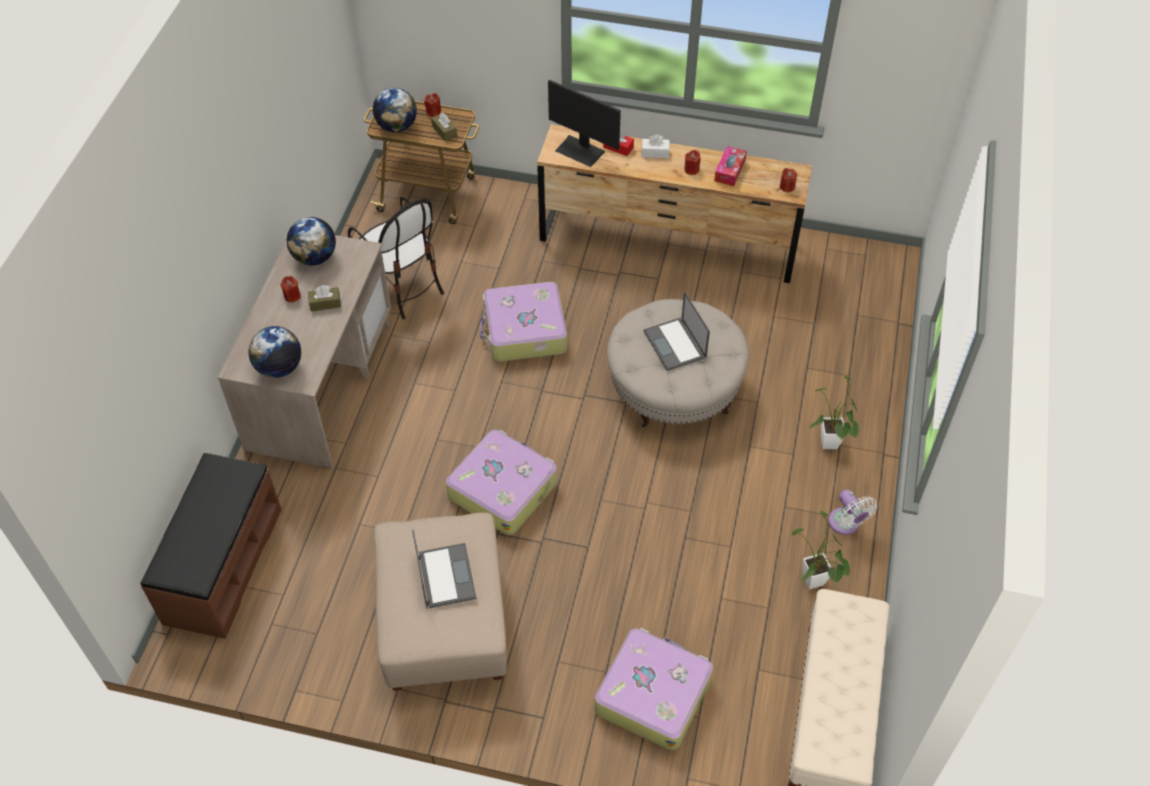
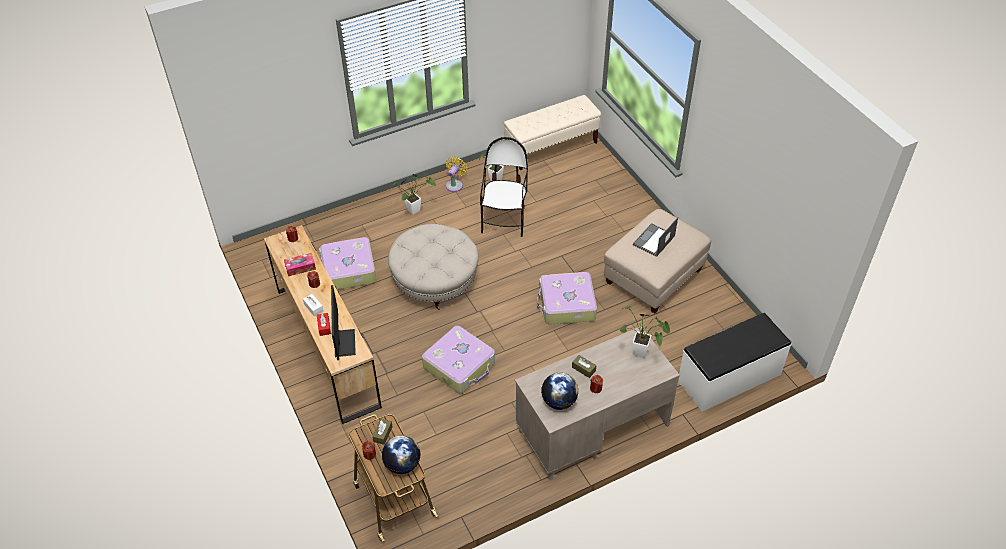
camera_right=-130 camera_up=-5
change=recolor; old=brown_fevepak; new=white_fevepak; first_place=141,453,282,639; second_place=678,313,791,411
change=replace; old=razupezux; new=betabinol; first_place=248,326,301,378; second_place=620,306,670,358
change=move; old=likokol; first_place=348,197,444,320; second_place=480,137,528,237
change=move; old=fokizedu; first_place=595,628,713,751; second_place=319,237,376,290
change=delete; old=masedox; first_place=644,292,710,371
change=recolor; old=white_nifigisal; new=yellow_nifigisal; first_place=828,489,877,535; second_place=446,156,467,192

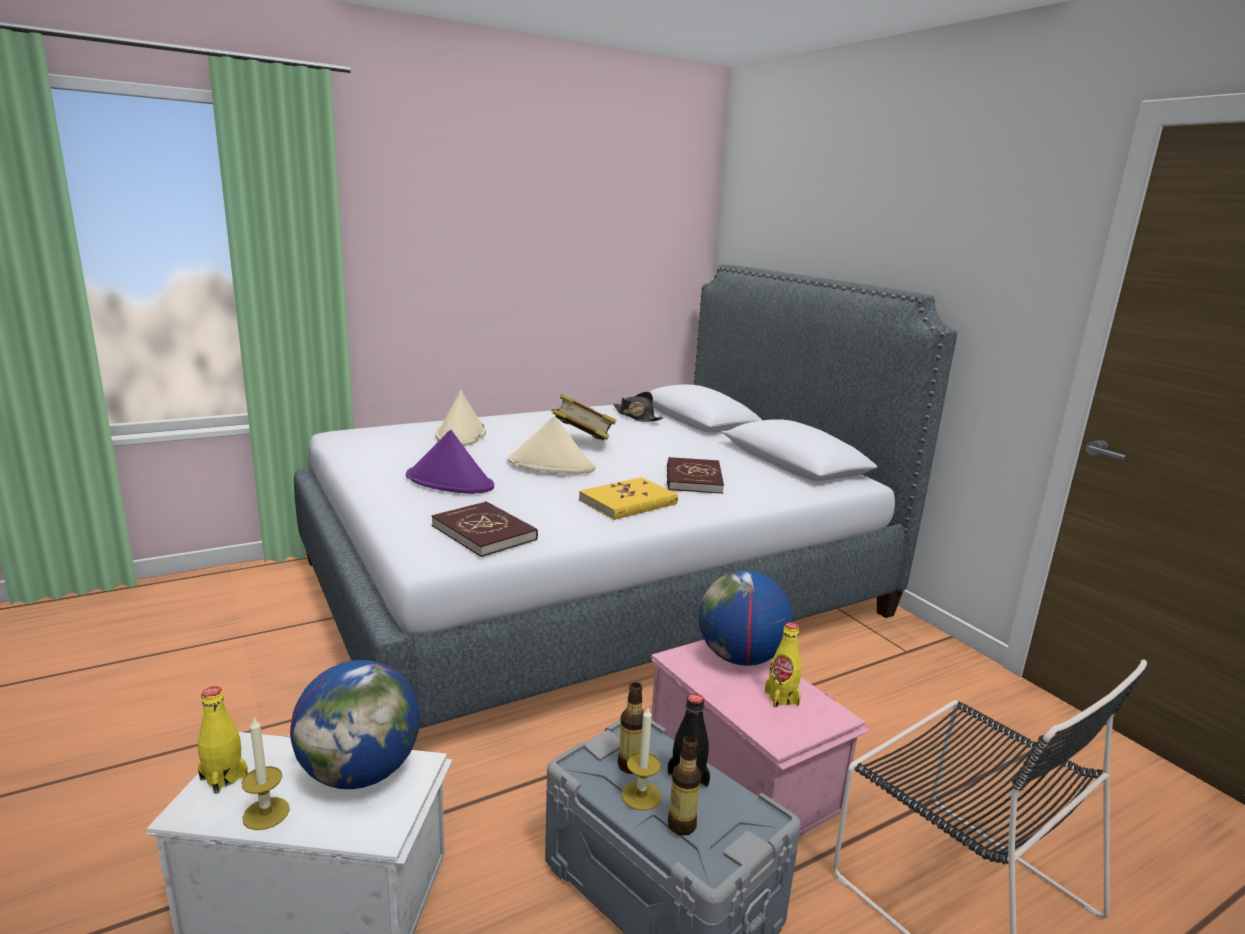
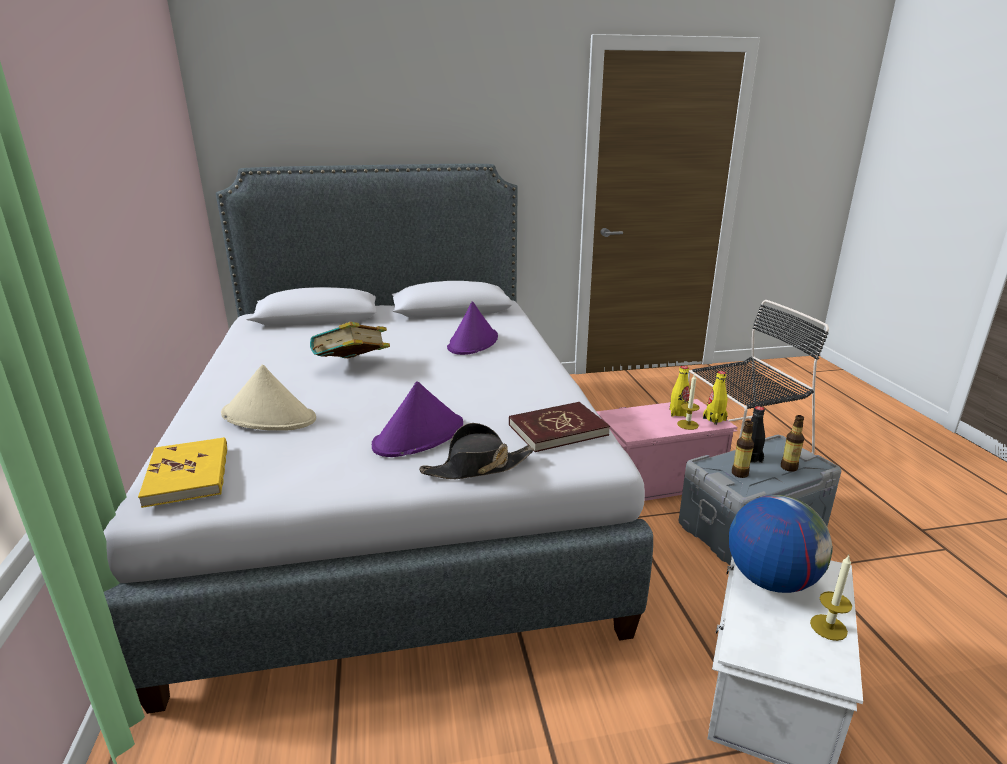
camera_right=-70 camera_up=5
change=move; old=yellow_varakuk; first_place=198,686,248,794; second_place=703,371,728,425
change=delete; old=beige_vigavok; first_place=508,416,595,474
change=move; old=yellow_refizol; first_place=579,477,678,520; second_place=138,437,227,508
change=move; old=black_vigavok; first_place=613,392,663,422; second_place=419,423,534,479
change=move; old=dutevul; first_place=622,705,661,811; second_place=677,374,700,430
change=replace; old=red_refizol; new=purple_vigavok; first_place=667,457,724,494; second_place=447,301,498,355
change=delete; old=razupezux; first_place=699,570,793,666

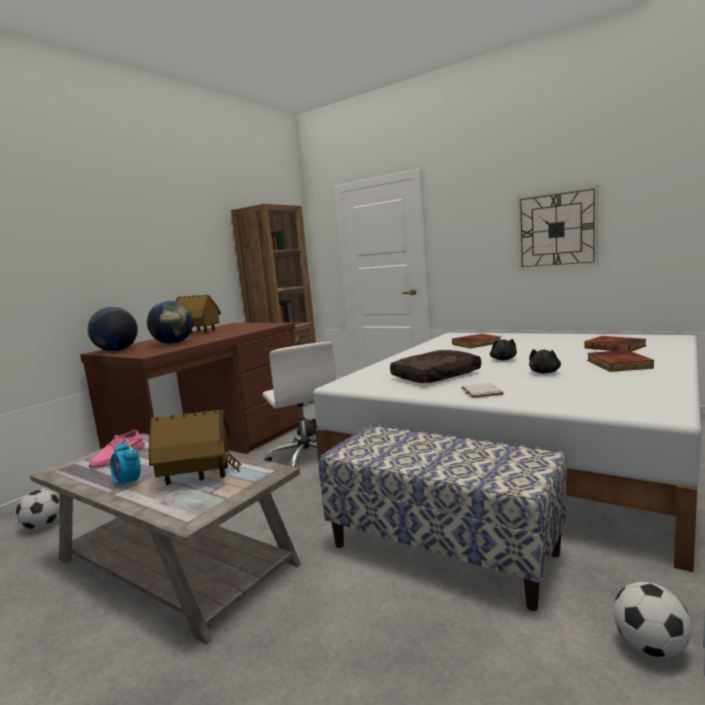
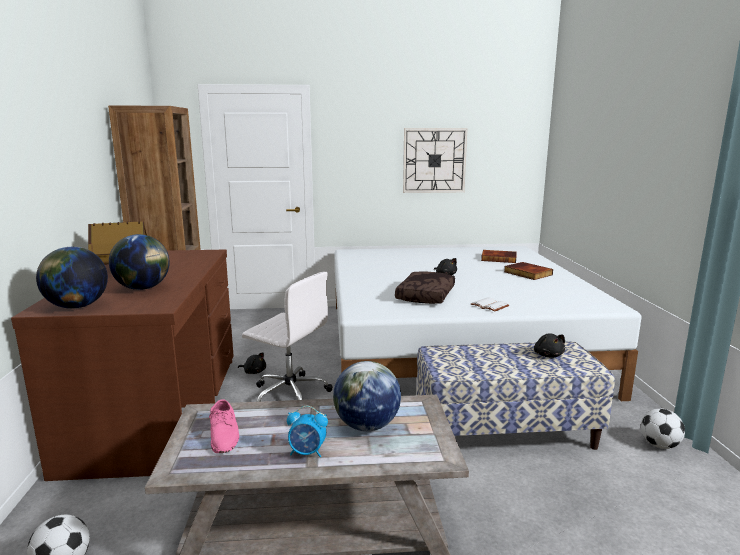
camera_right=-40 camera_up=5
change=replace; old=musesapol; new=razupezux; first_place=149,409,242,485; second_place=333,361,401,431
change=delete; old=refizol; first_place=452,334,500,349
change=move; old=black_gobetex; first_place=529,349,561,374; second_place=534,333,565,358

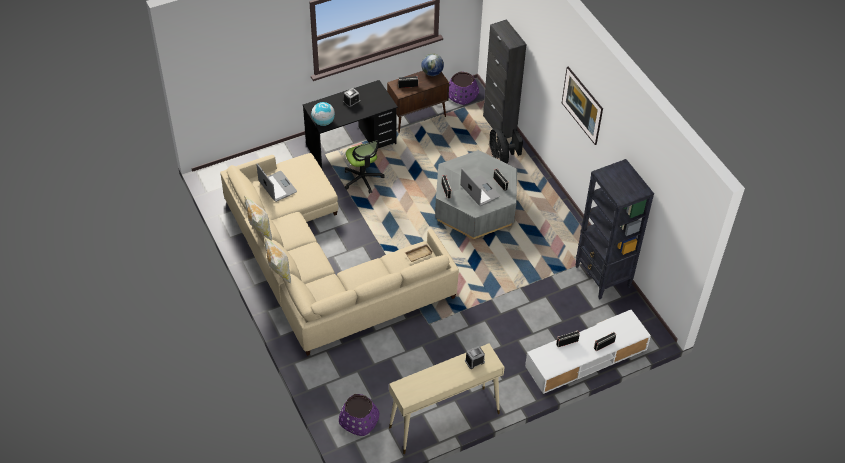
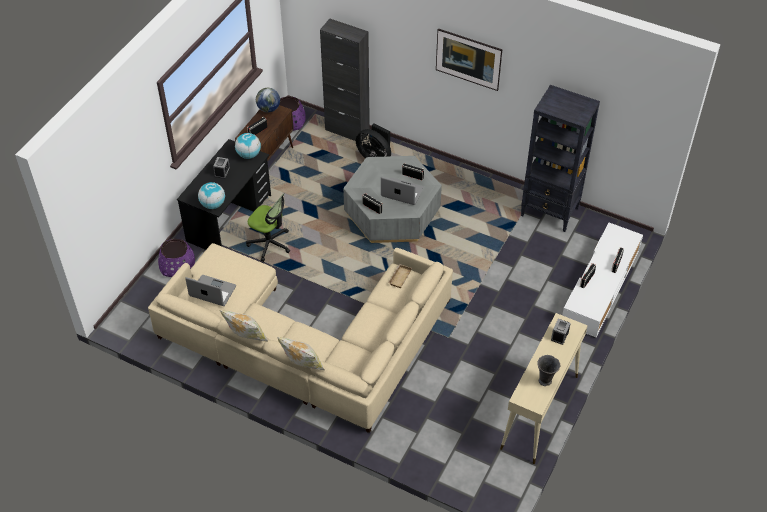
camera_right=-35 camera_up=0
change=move; old=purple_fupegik; first_place=339,394,379,436; second_place=158,238,195,277
change=insert; new=razupezux; second_place=235,133,261,159
change=insert; new=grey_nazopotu; second_place=537,355,560,386

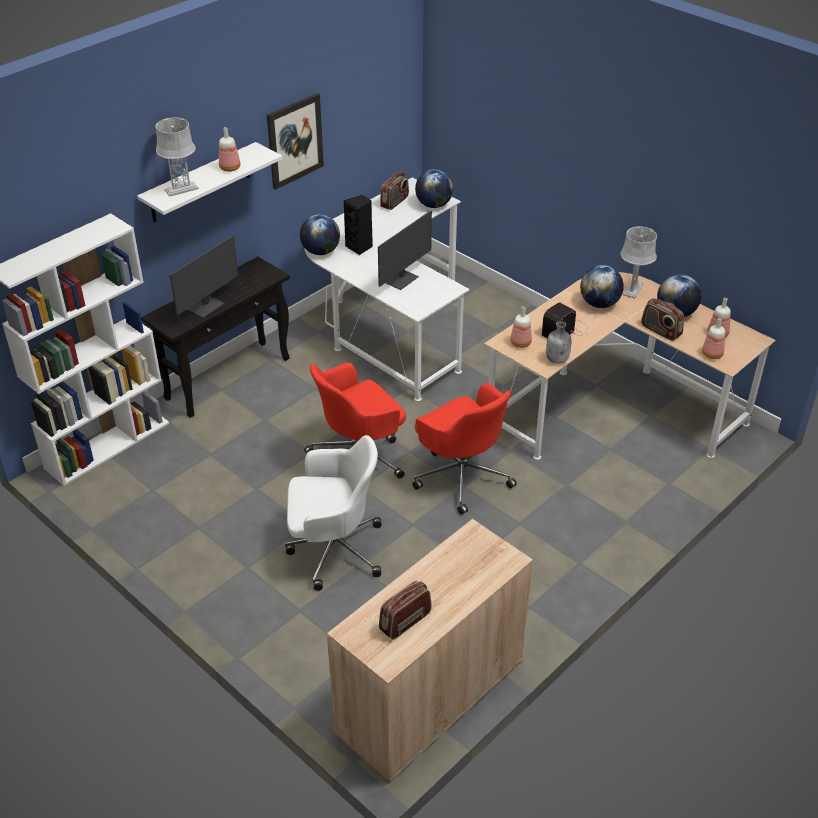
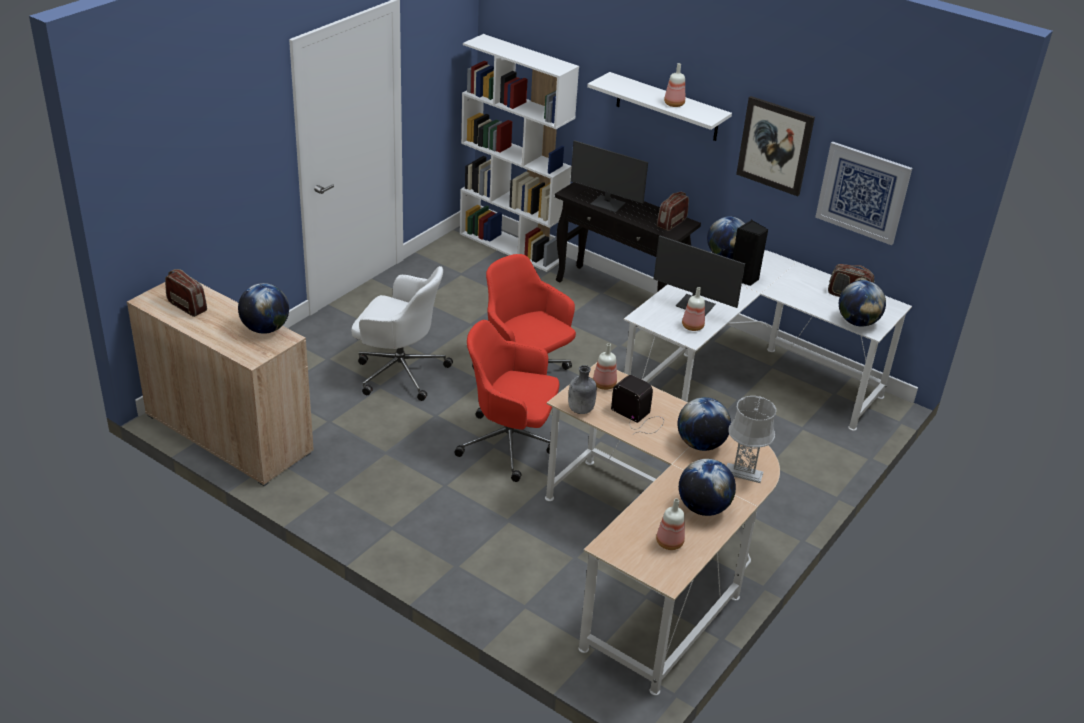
camera_right=80 camera_up=-5
change=delete; old=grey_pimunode; first_place=155,117,199,197
change=rotate; old=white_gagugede; first_place=285,435,382,591; second_place=351,266,453,401; degrees=-60
change=rotate; old=red_gagugede; first_place=413,383,517,515; second_place=454,320,559,482; degrees=60
change=move; old=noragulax; first_place=641,298,684,341; second_place=657,192,689,231
change=move; old=varakuk; first_place=702,318,725,359; second_place=682,287,705,331
change=insert; new=razupezux; second_place=238,283,289,334
change=insert; new=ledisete; second_place=815,142,912,245

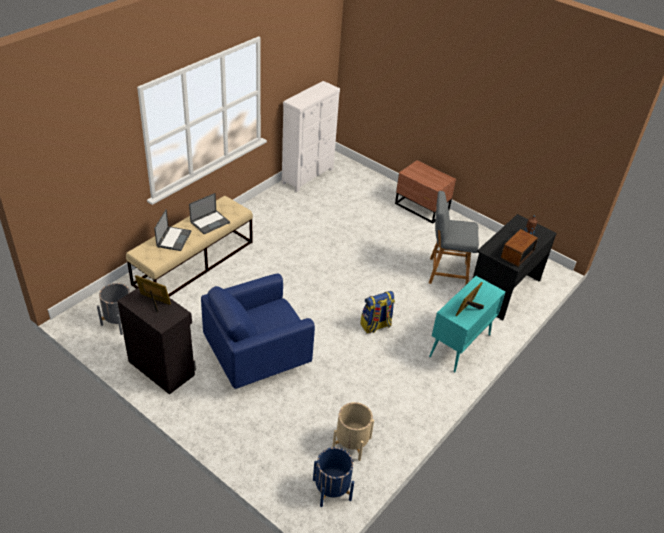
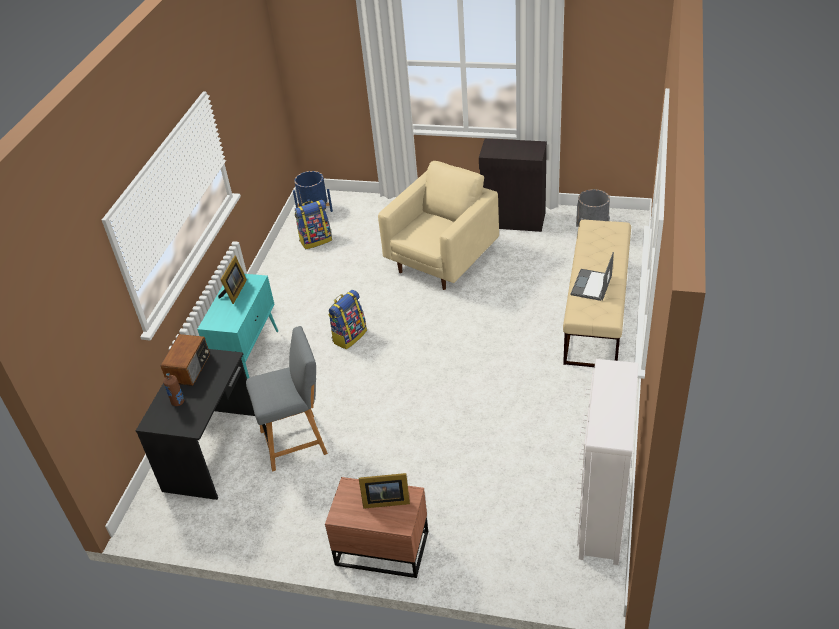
camera_right=160 camera_up=0
change=move; old=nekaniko; first_place=135,275,171,313; second_place=359,473,410,509
change=delete; old=masedox; first_place=154,209,192,251
change=recolor; old=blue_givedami; new=beige_givedami; first_place=201,273,315,389; second_place=378,161,499,290
change=replace; old=beige_fupegik; new=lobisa; first_place=332,402,374,461; second_place=295,200,332,249

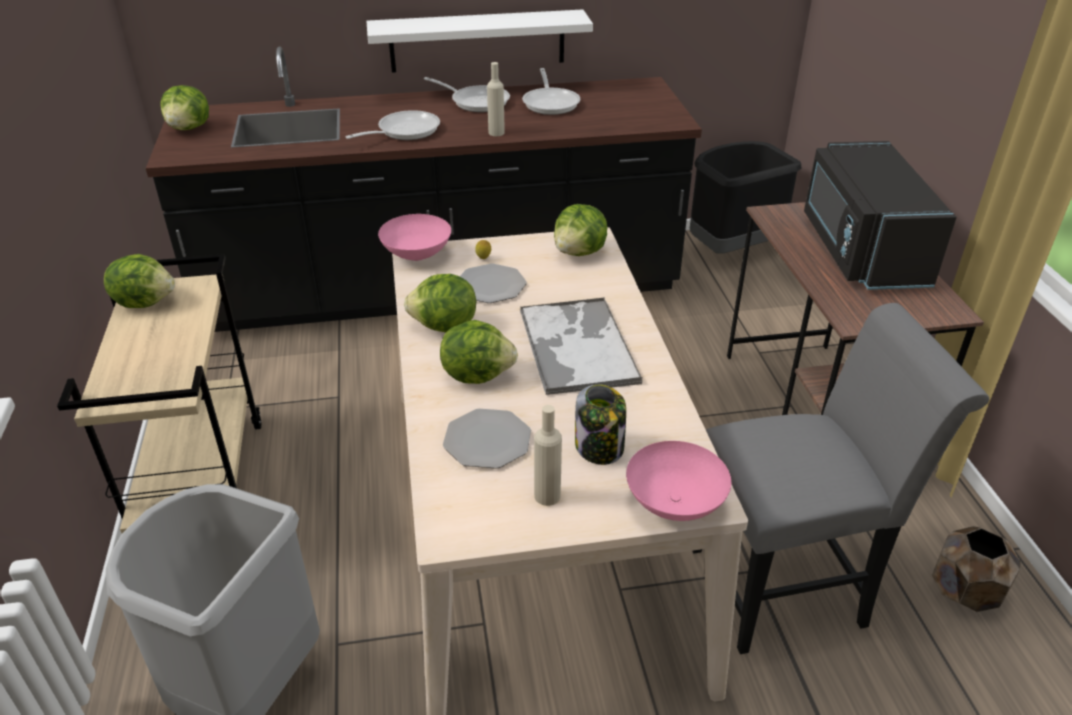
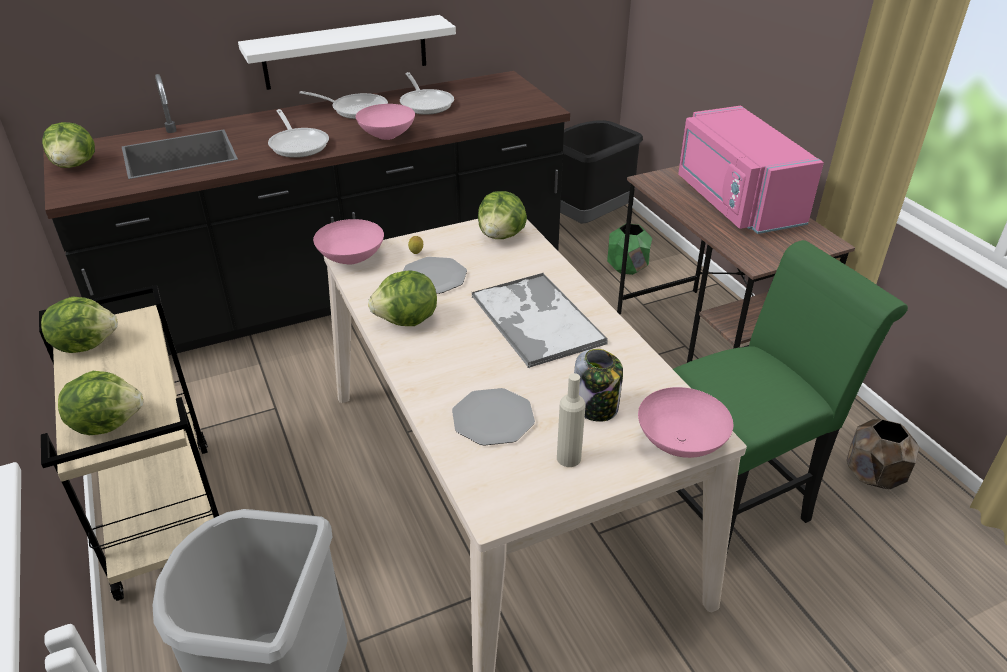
camera_right=-15 camera_up=0
change=rotate; old=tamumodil; first_place=345,110,440,140; second_place=268,109,329,158; degrees=120
change=move; old=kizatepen; first_place=440,320,518,384; second_place=58,371,143,435
change=replace; old=beige_varakuk; new=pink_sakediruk; first_place=487,62,505,136; second_place=356,104,415,140
change=recolor; old=grey_likokol; new=green_likokol; first_place=693,303,989,654; second_place=673,240,908,552
change=recolor; old=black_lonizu; new=pink_lonizu; first_place=804,141,956,290; second_place=678,106,824,234
change=insert; new=green_fupegik; second_place=607,224,652,275

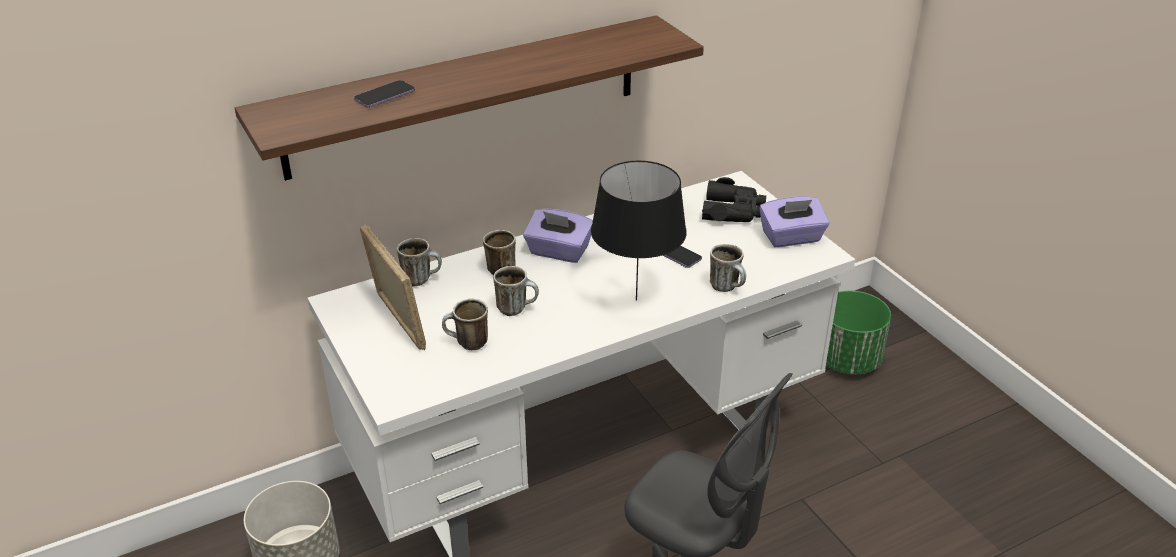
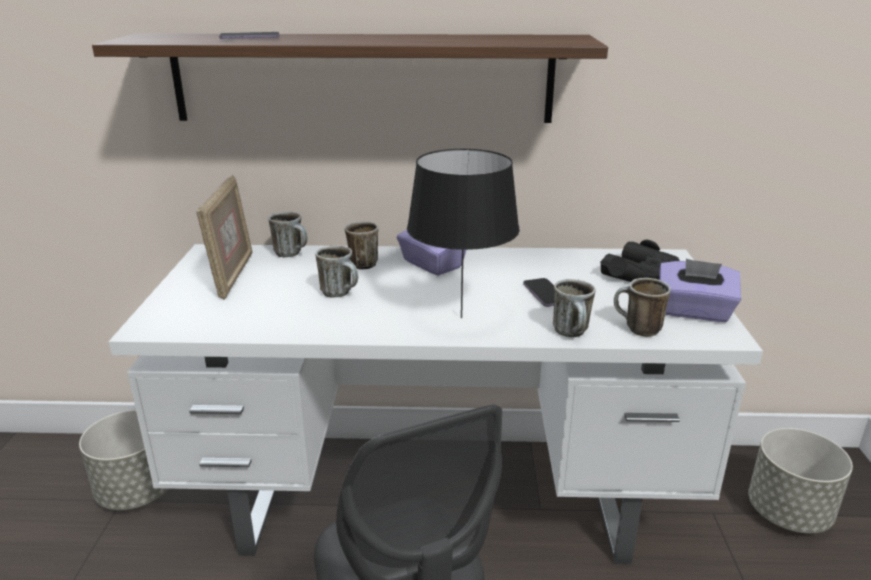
camera_right=30 camera_up=-10
change=move; old=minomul; first_place=442,299,488,350; second_place=614,278,671,337
change=recolor; old=green_fupegik; new=grey_fupegik; first_place=826,291,891,374; second_place=748,428,853,534

